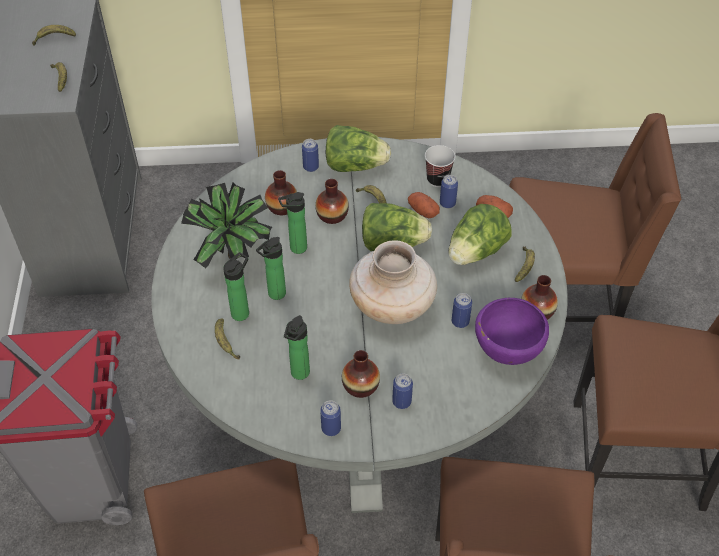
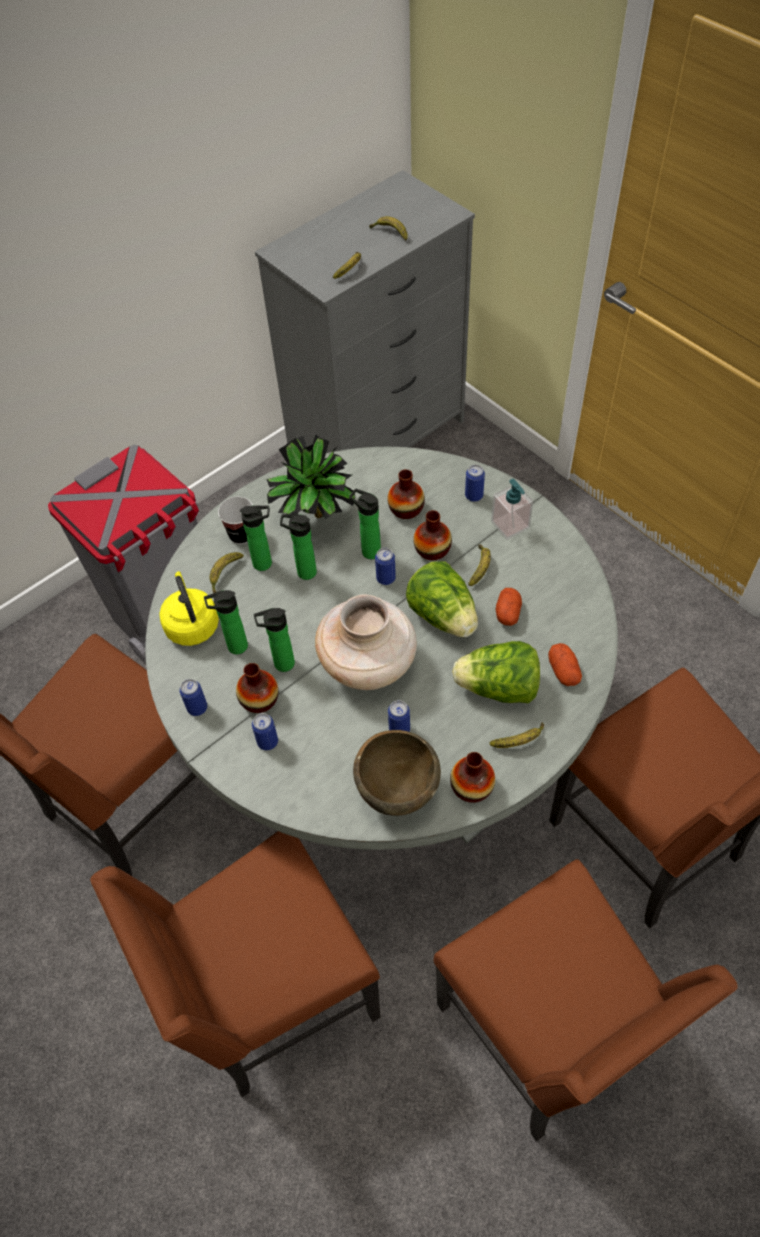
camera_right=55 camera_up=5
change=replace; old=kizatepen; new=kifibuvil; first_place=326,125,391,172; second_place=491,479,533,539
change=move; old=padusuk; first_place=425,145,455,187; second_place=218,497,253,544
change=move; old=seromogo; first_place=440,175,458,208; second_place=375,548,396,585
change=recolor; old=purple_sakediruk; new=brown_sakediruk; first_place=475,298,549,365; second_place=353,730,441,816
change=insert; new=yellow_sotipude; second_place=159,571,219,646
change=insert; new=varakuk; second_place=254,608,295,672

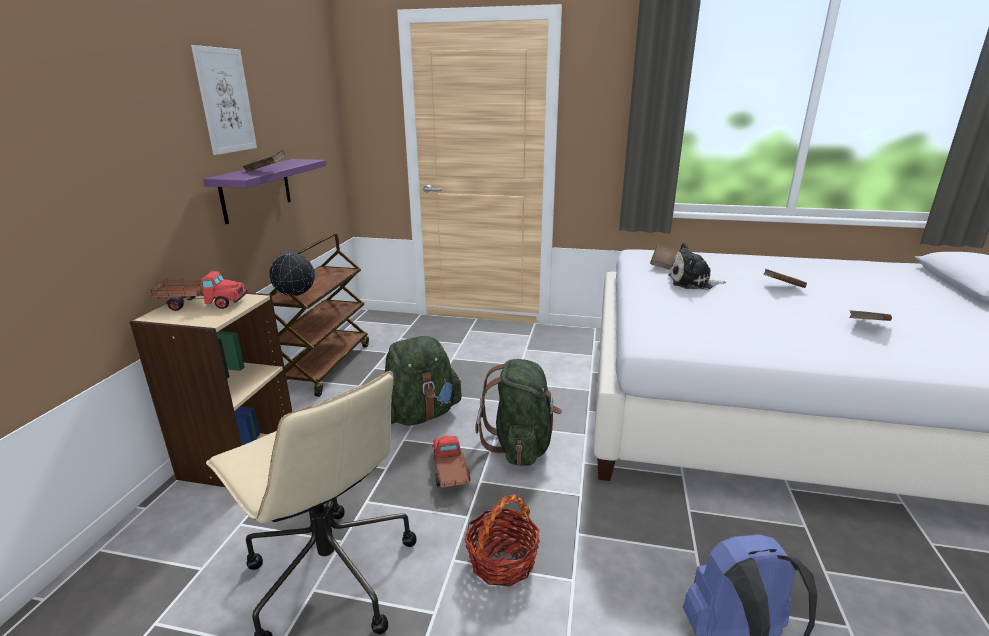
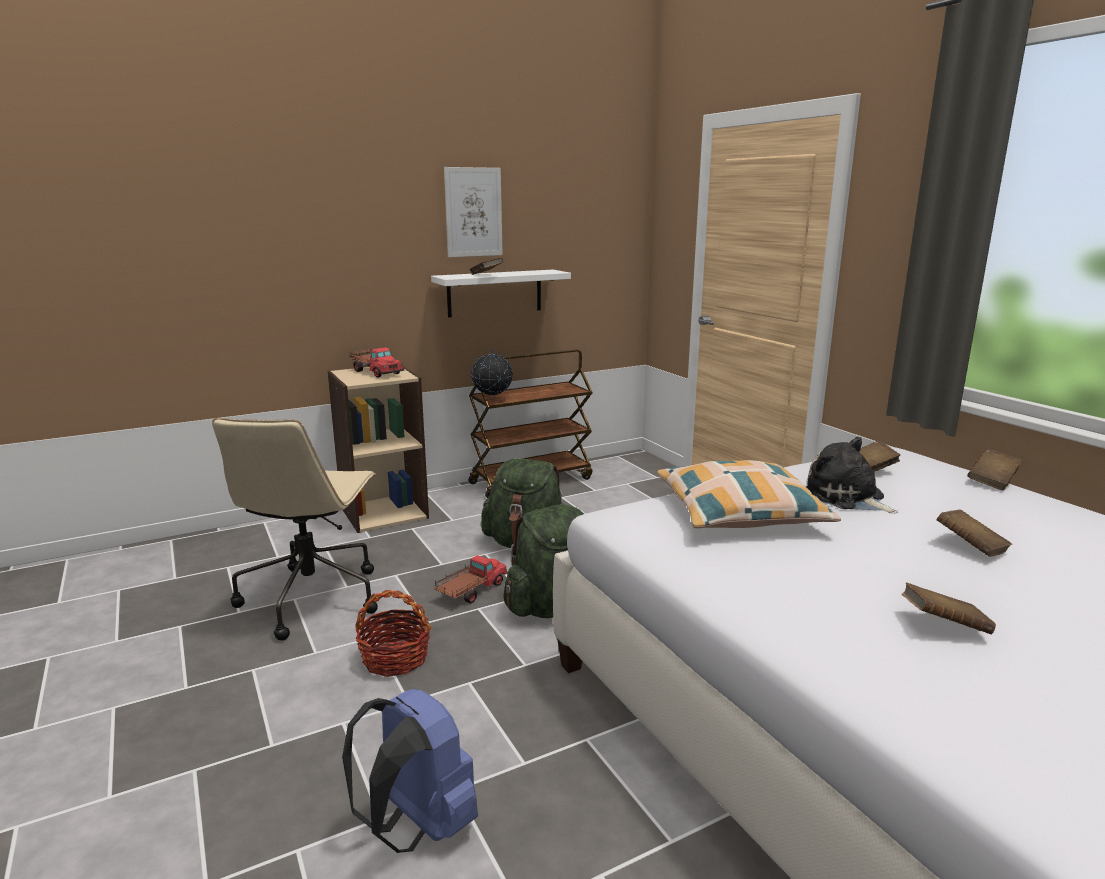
camera_right=50 camera_up=-5
change=recolor; old=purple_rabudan; new=white_rabudan; first_place=203,159,326,224; second_place=431,270,571,318
change=insert; new=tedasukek; second_place=658,460,841,528
change=insert; new=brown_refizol; second_place=968,448,1022,490

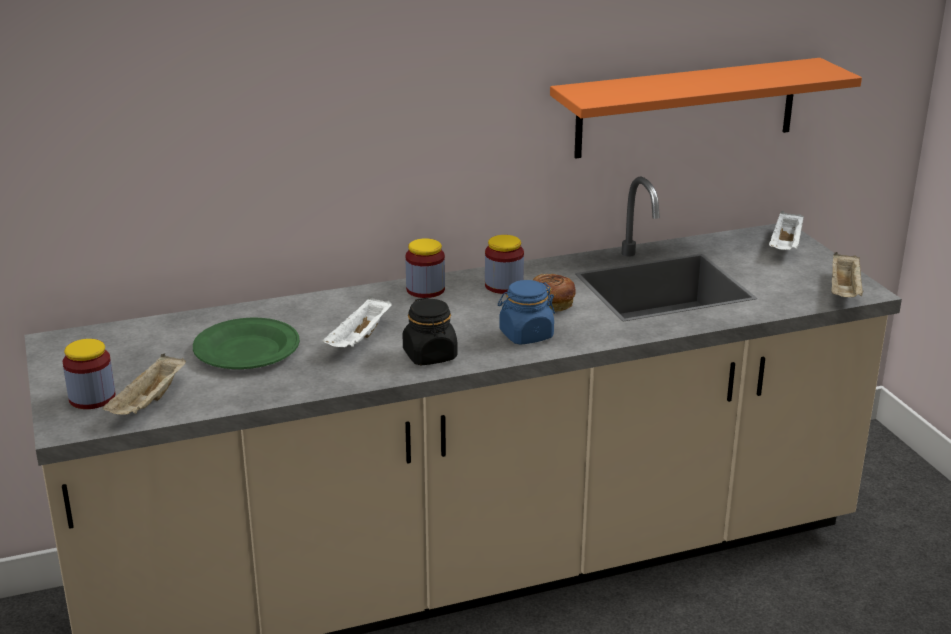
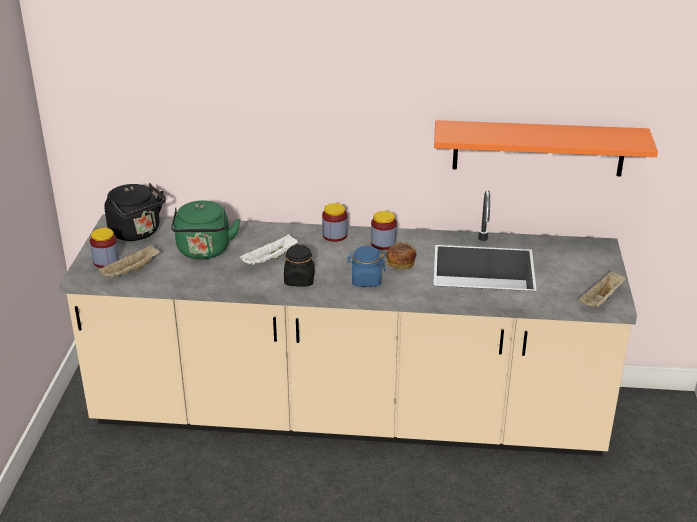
camera_right=25 camera_up=5
change=replace; old=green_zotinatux; new=green_sotipude; first_place=193,318,300,369; second_place=171,200,240,259
change=delete; old=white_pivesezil; first_place=769,211,804,250
change=insert; new=black_sotipude; second_place=104,183,166,241

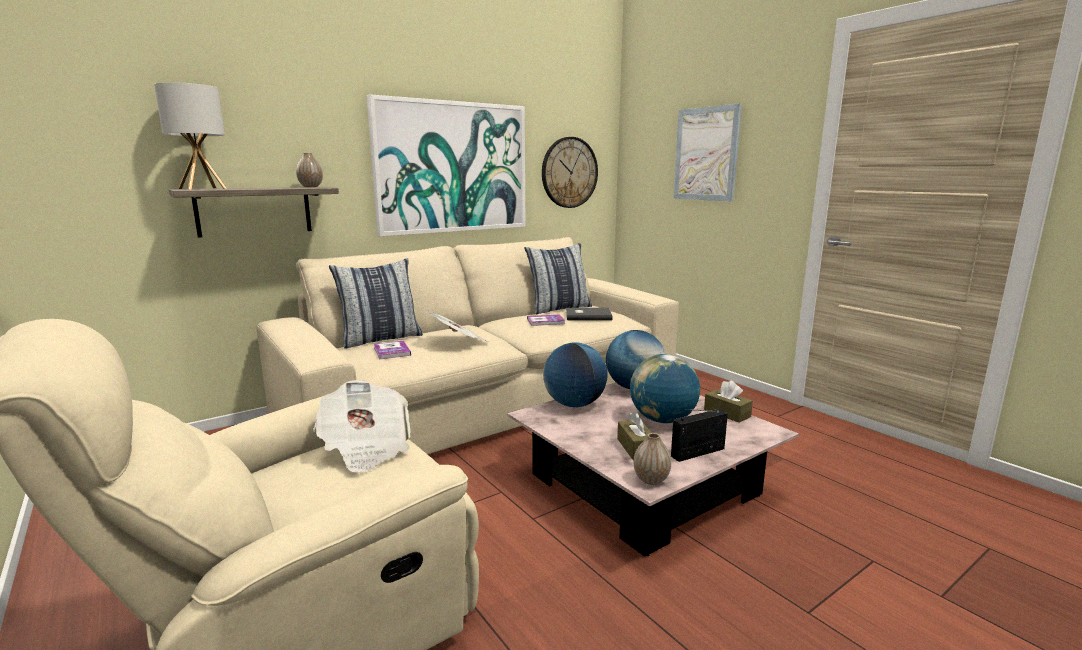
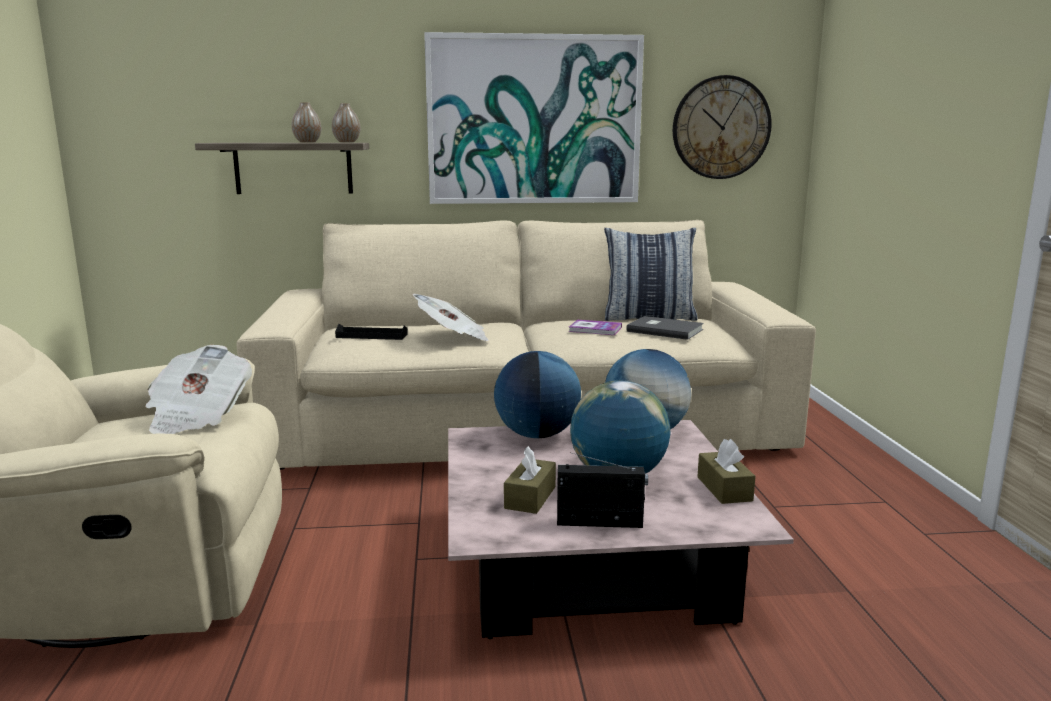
camera_right=30 camera_up=0
change=delete; old=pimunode; first_place=154,82,227,190
change=delete; old=tedasukek; first_place=329,258,423,349
change=replace; old=refizol; new=black_pivesezil; first_place=374,341,411,359; second_place=335,324,408,340
change=move; old=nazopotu; first_place=634,433,671,485; second_place=292,102,321,143
change=delete; old=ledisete; first_place=673,103,742,202

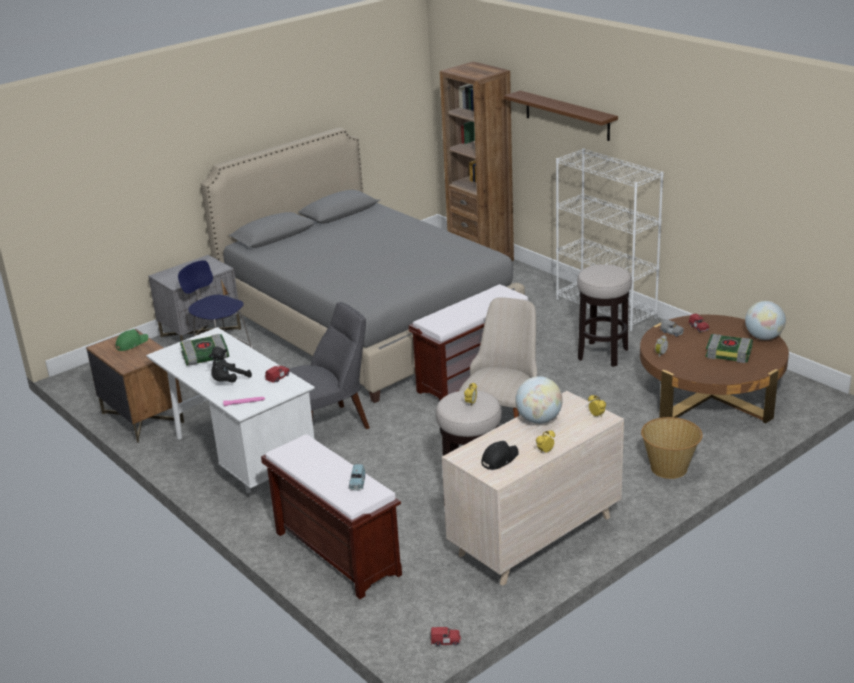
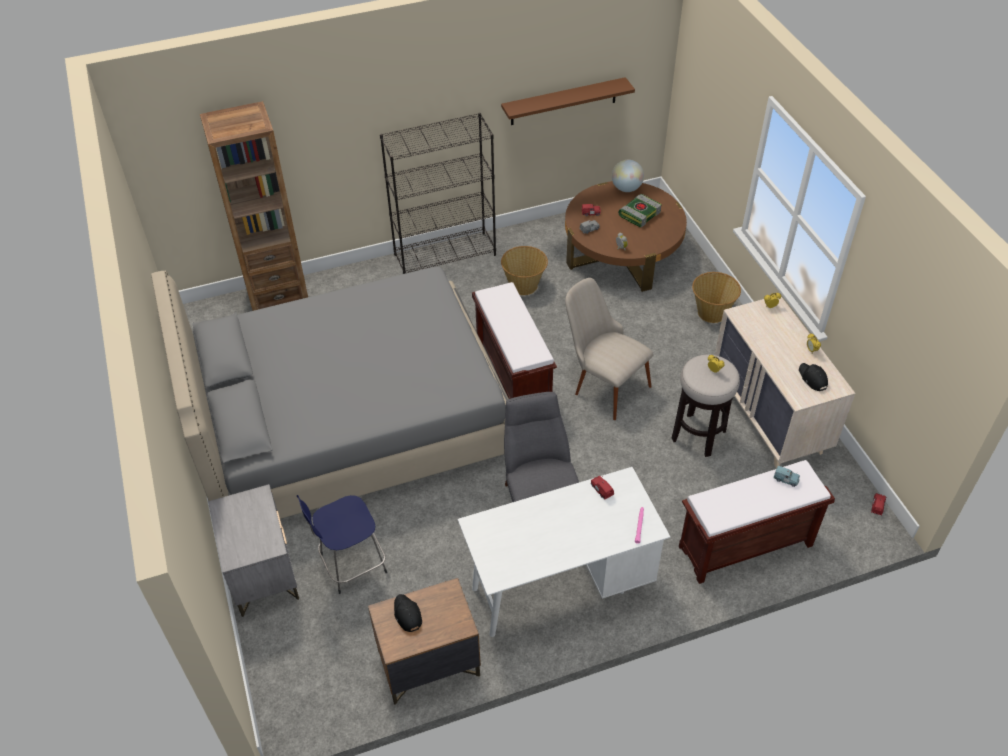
camera_right=-70 camera_up=20
change=recolor; old=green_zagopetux; new=black_zagopetux; first_place=116,329,148,351; second_place=394,594,422,632
change=delete; old=refizol; first_place=180,334,229,366
change=delete; old=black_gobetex; first_place=209,346,252,383
change=move; old=brown_rabudan; first_place=504,91,618,141; second_place=501,77,635,125
change=delete; old=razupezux; first_place=515,376,563,424
change=recolor; old=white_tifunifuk; new=black_tifunifuk; first_place=556,149,664,331; second_place=380,113,496,274
change=replace; old=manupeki; new=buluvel; first_place=577,264,632,367; second_place=501,246,548,295

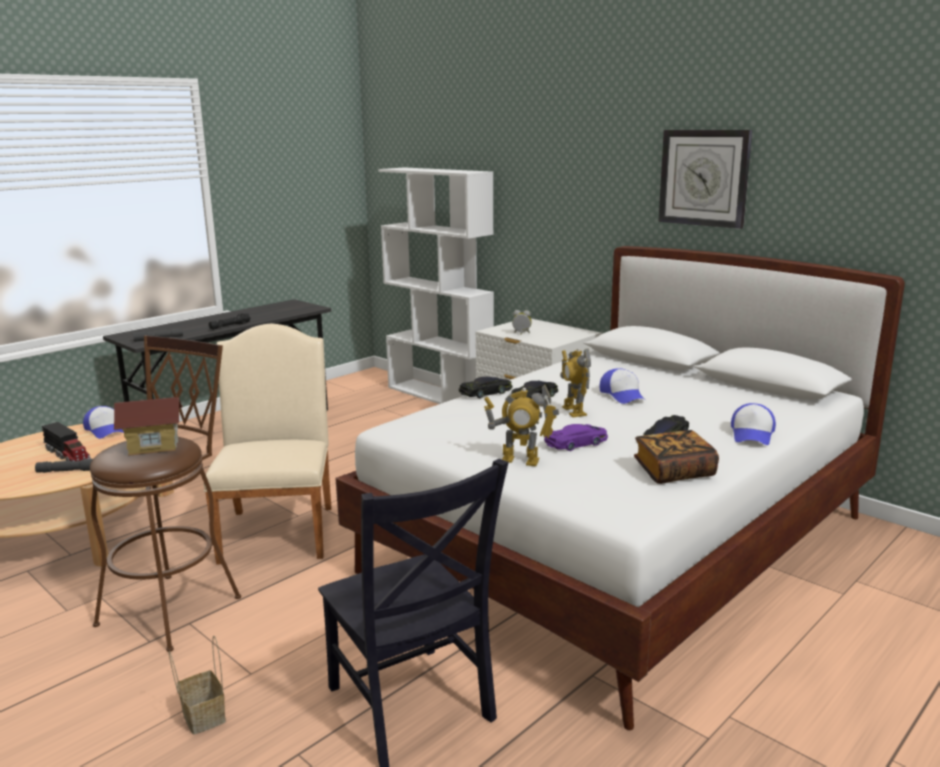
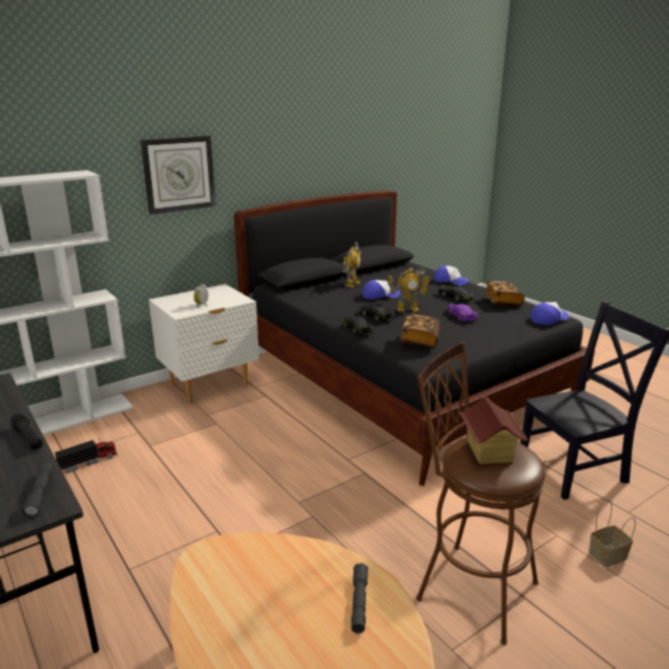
camera_right=-80 camera_up=5
change=move; old=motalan; first_place=42,422,91,461; second_place=55,439,118,474
change=move; old=zagopetux; first_place=83,406,124,439; second_place=531,302,569,325
change=delete; old=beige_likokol; first_place=204,324,332,565
change=recolor; old=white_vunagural; new=black_vunagural; first_place=336,246,905,730; second_place=234,190,595,486
change=move; old=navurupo; first_place=484,384,559,466; second_place=343,242,361,287
change=move; old=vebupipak; first_place=658,130,752,229; second_place=141,136,216,215
change=insert; new=refizol; second_place=401,314,440,349

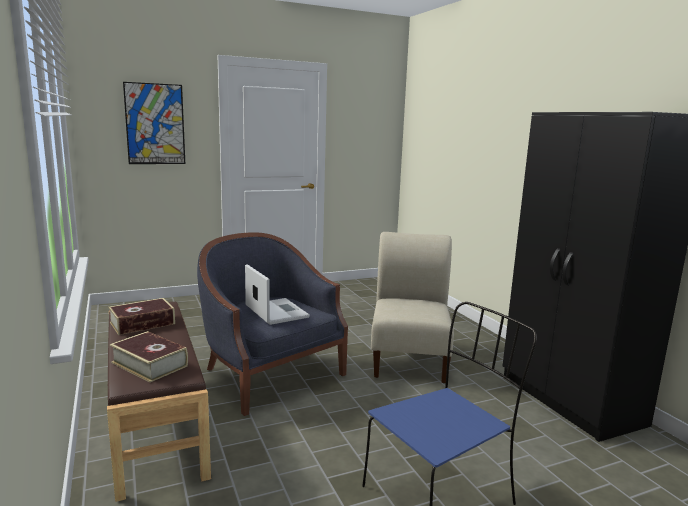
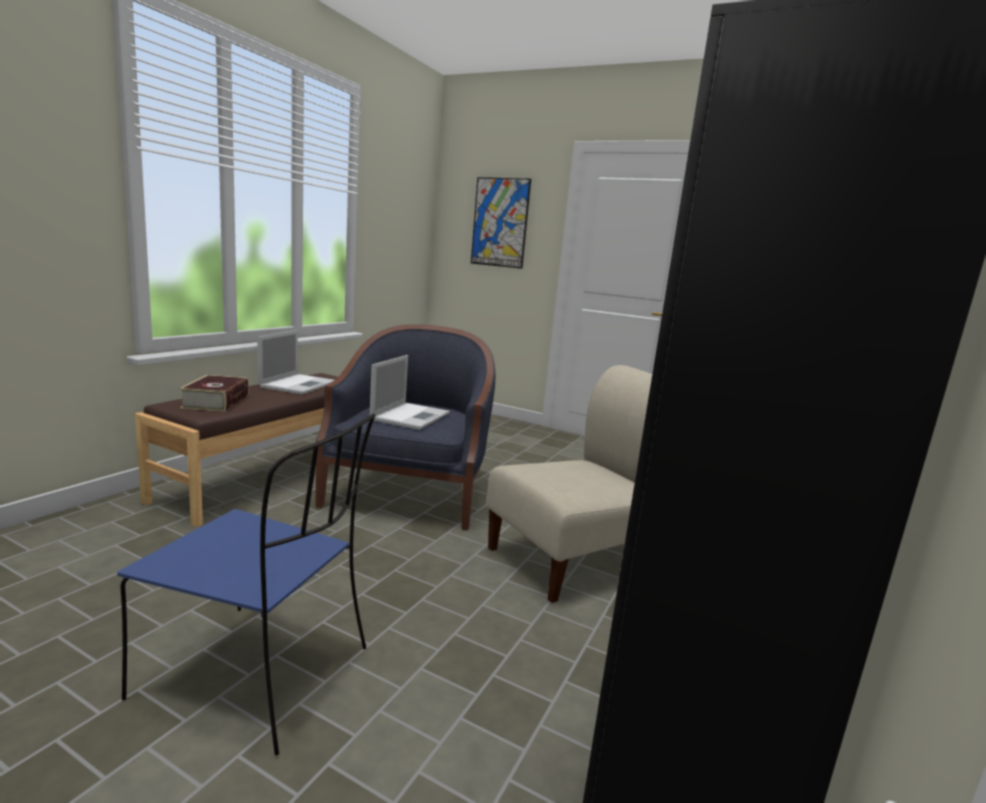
camera_right=50 camera_up=0
change=replace; old=refizol; new=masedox; first_place=109,298,175,335; second_place=257,330,334,395

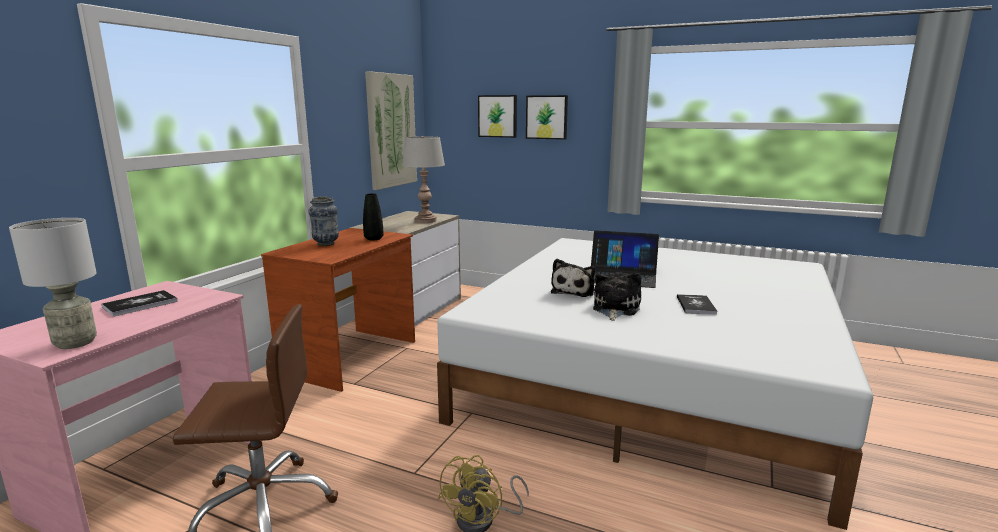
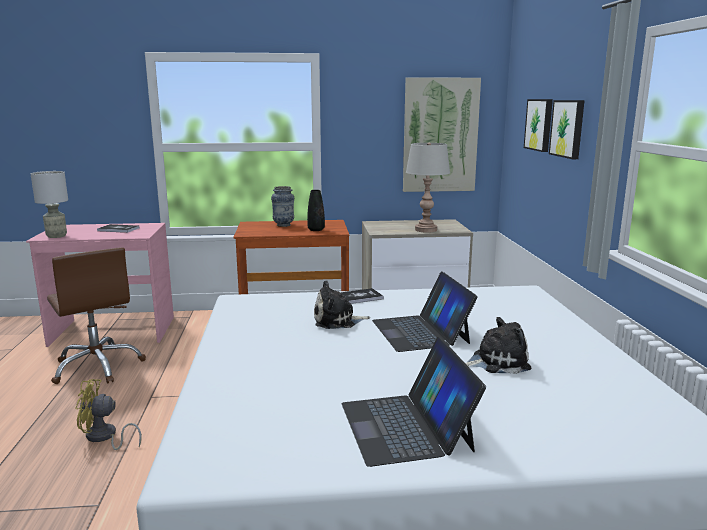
camera_right=60 camera_up=0
change=move; old=gobetex; first_place=593,272,641,321; second_place=465,317,531,374
change=move; old=refizol; first_place=677,294,717,315; second_place=340,288,384,304
change=insert; new=masedox; second_place=342,337,486,467

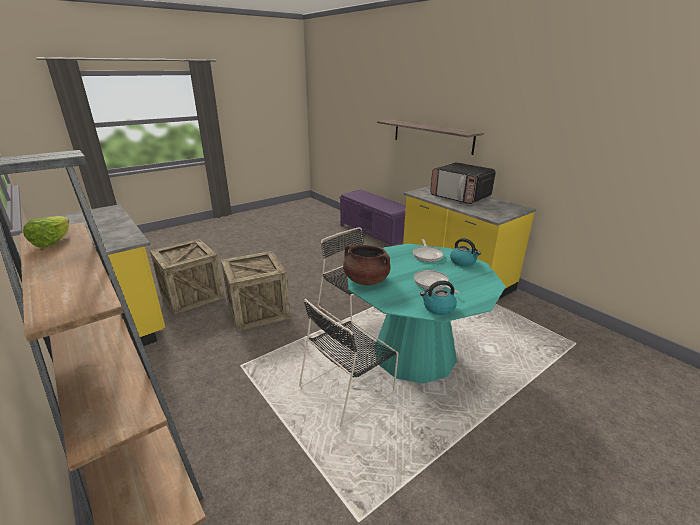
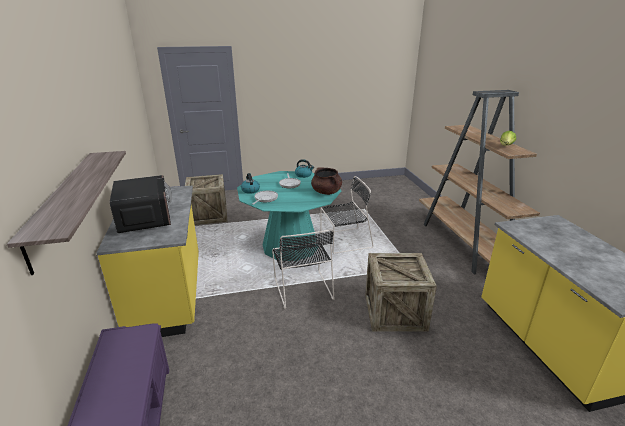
camera_right=-155 camera_up=0
change=move; old=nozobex; first_place=150,239,224,315; second_place=185,174,227,225

